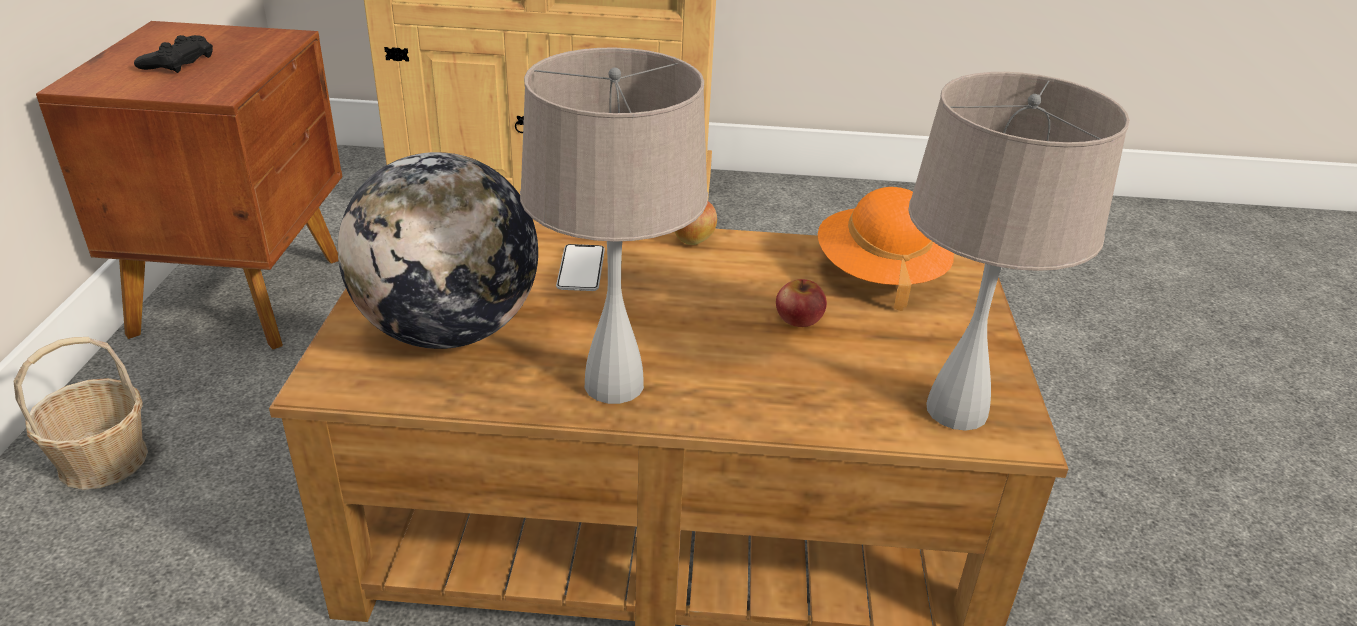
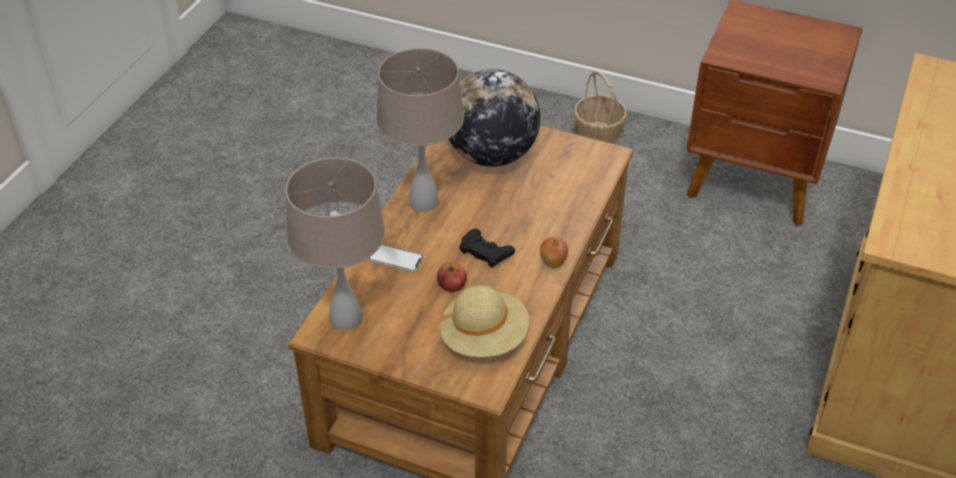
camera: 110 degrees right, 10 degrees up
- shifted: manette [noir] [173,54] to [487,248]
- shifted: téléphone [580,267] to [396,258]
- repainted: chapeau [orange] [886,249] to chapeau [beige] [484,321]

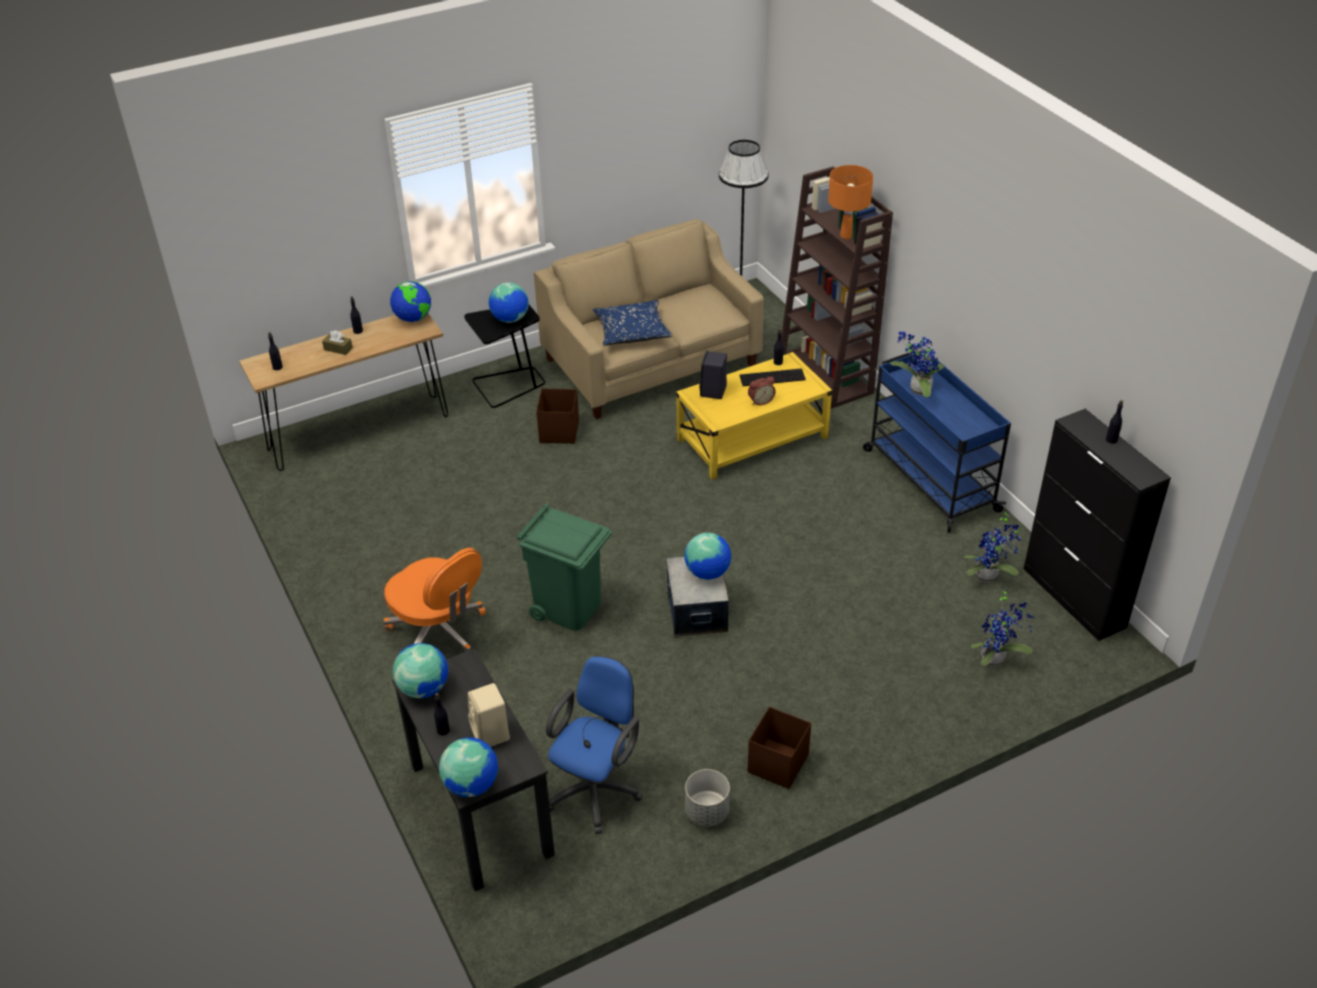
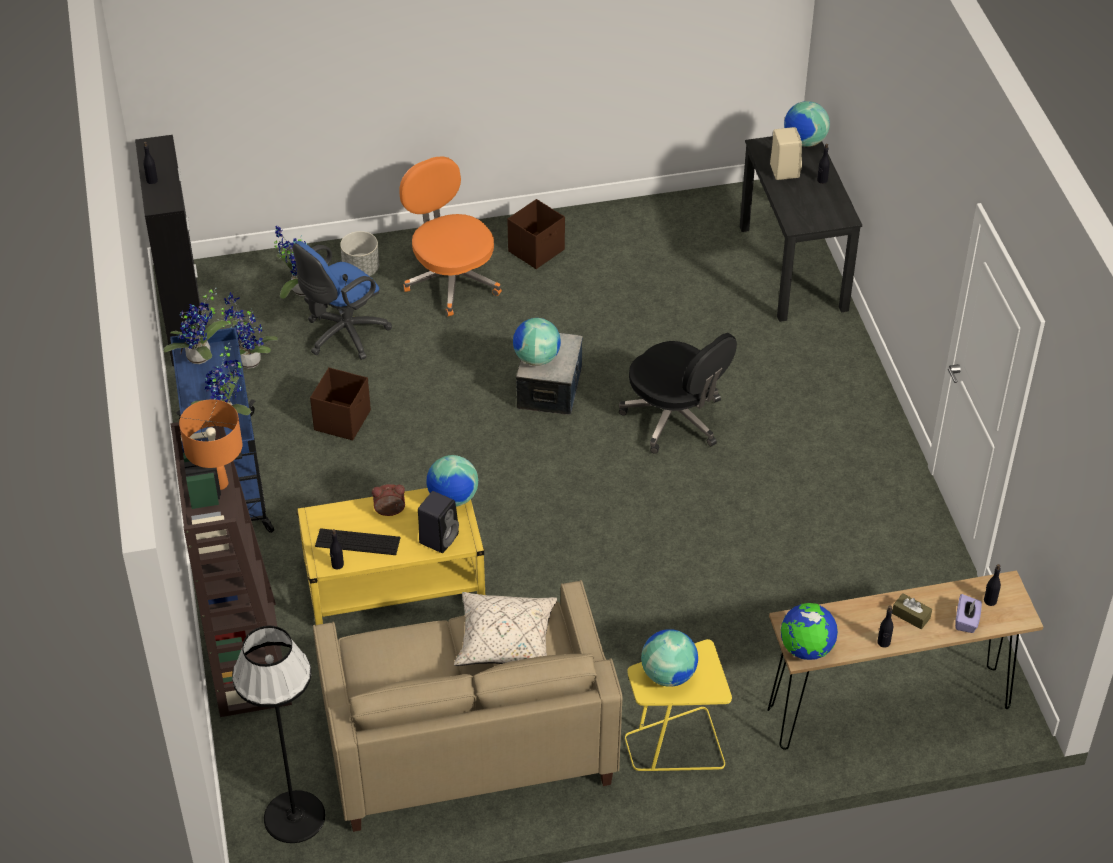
camera: 165 degrees left, 5 degrees up
- shifted: chaise de bureau [orange] [434,599] to [450,236]
- shifted: globe [420,670] to [452,481]
- repainted: table d'appoint [noir] [504,356] to table d'appoint [jaune] [678,705]
- swapped: poubelle [vert] [564,567] to chaise de bureau [noir] [678,393]
- shifted: boîte de rangement [marron] [557,416] to [340,403]
- shifted: chaise de bureau [bleu] [594,745] to [342,300]
- repainted: coussin [bleu] [633,323] to coussin [beige] [505,629]
- shifted: cache-pot [gris] [707,798] to [359,253]
- new: plante en pot [196,326]
- new: boîte à mouchoirs [violet] [968,613]

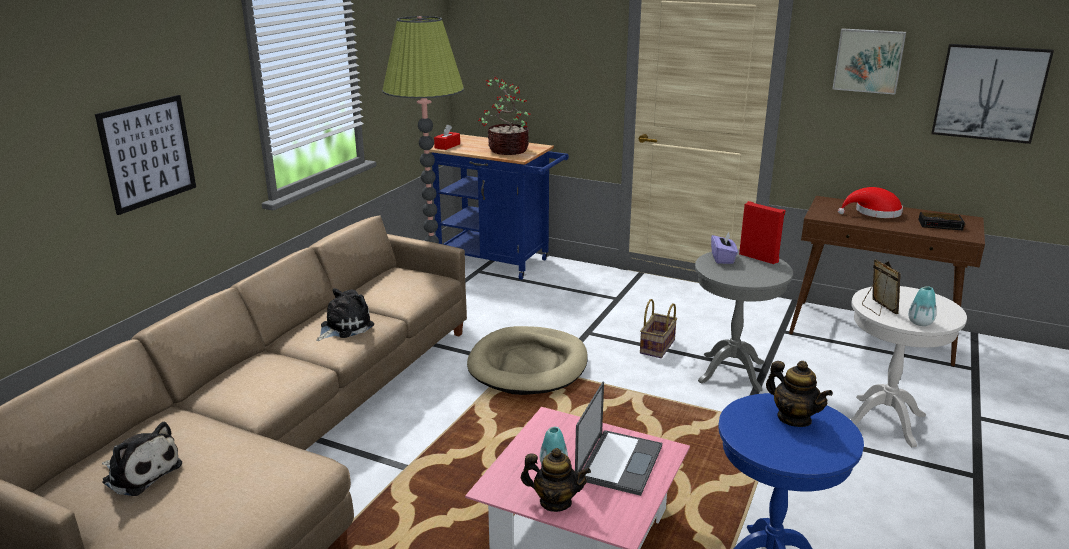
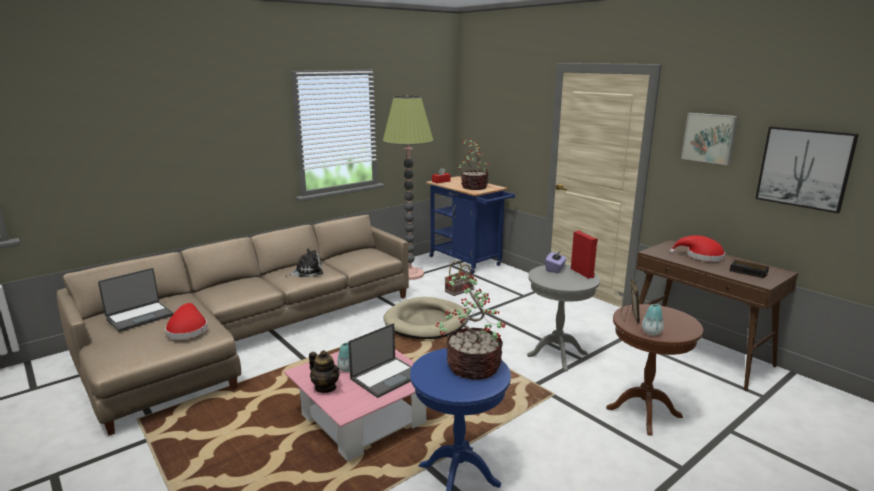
camera: 25 degrees right, 5 degrees down
- gone: tableau [145,155]
- swapped: peluche [142,459] to ordinateur portable [135,300]
- shifted: panier [658,328] to [459,278]
- swapped: théière [799,394] to plante en pot [470,326]
- repainted: table d'appoint [blanc] [908,366] to table d'appoint [marron] [654,370]
- new: chapeau [rouge] [186,321]

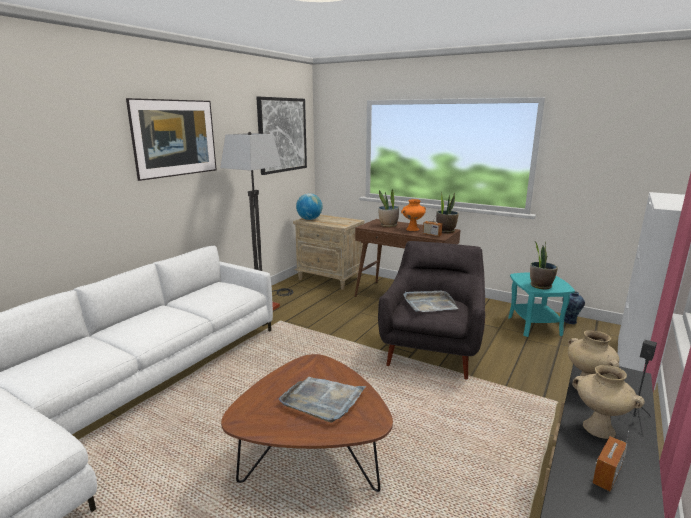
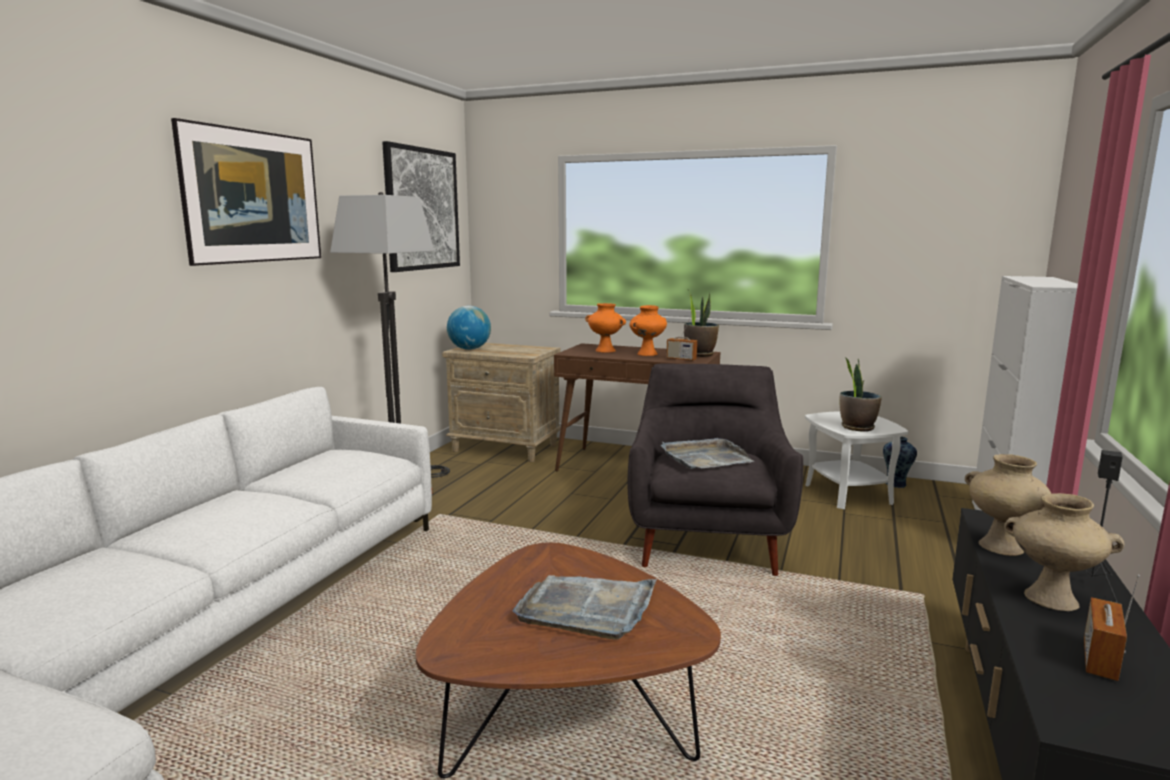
camera: 10 degrees left, 5 degrees down
- swapped: plante en pot [388,208] to vase [orange] [605,328]
- repainted: table d'appoint [turquoise] [541,304] to table d'appoint [blanc] [856,460]

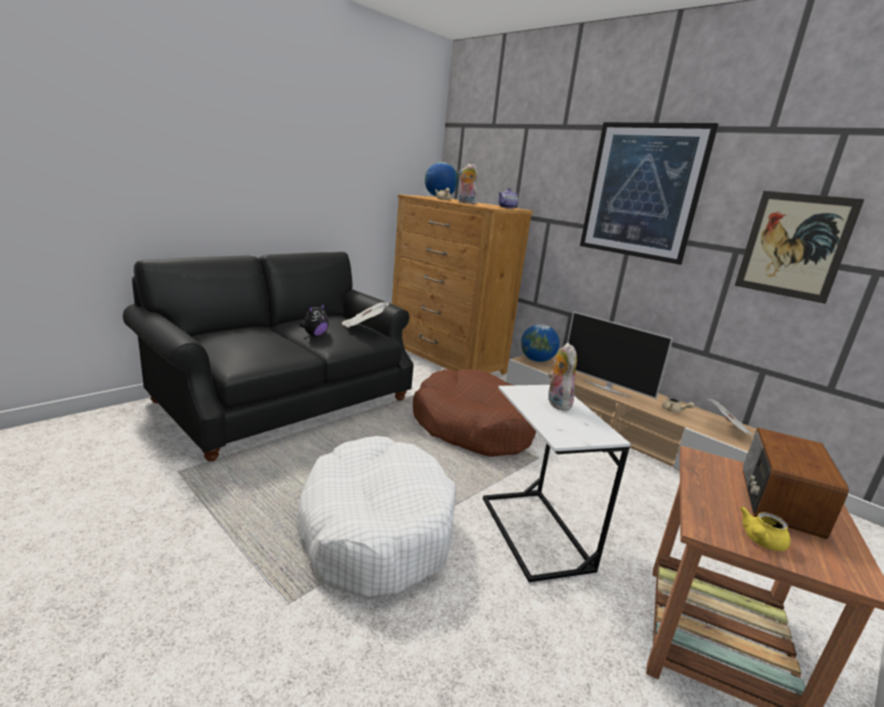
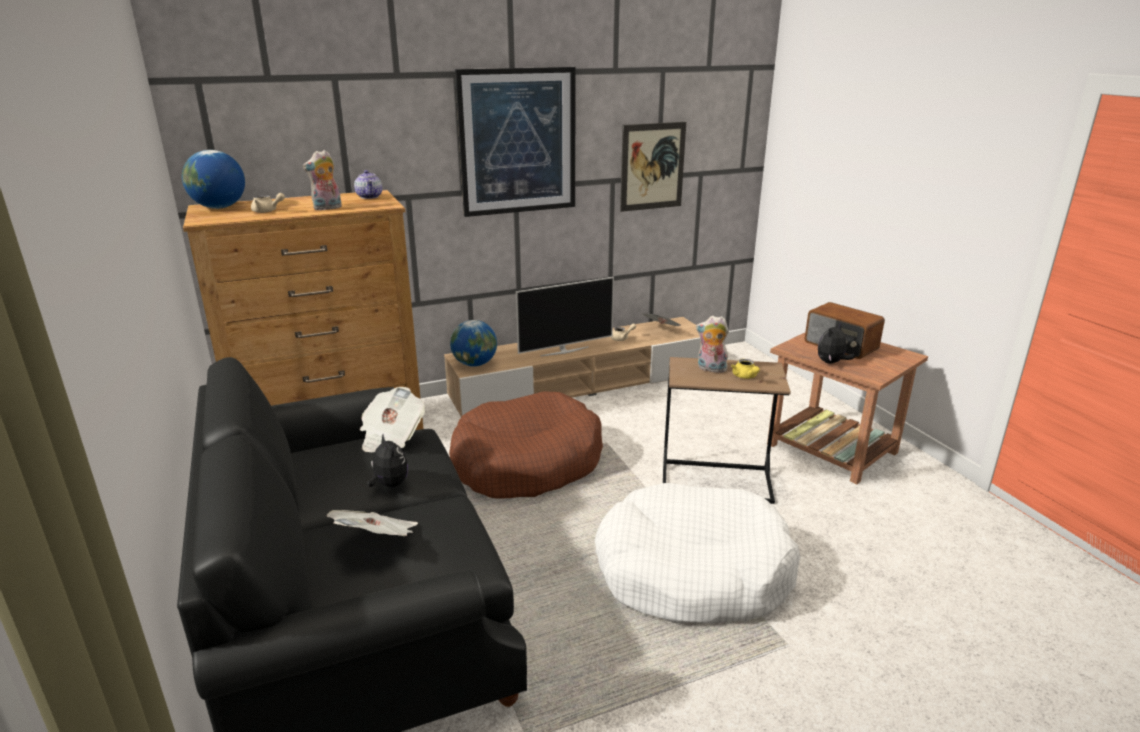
camera: 65 degrees left, 5 degrees up
- repainted: table d'appoint [blanc] [557,483] to table d'appoint [marron] [727,430]
- shifted: théière [jaune] [765,529] to [745,369]
- new: journal [372,523]
- new: peluche [836,343]

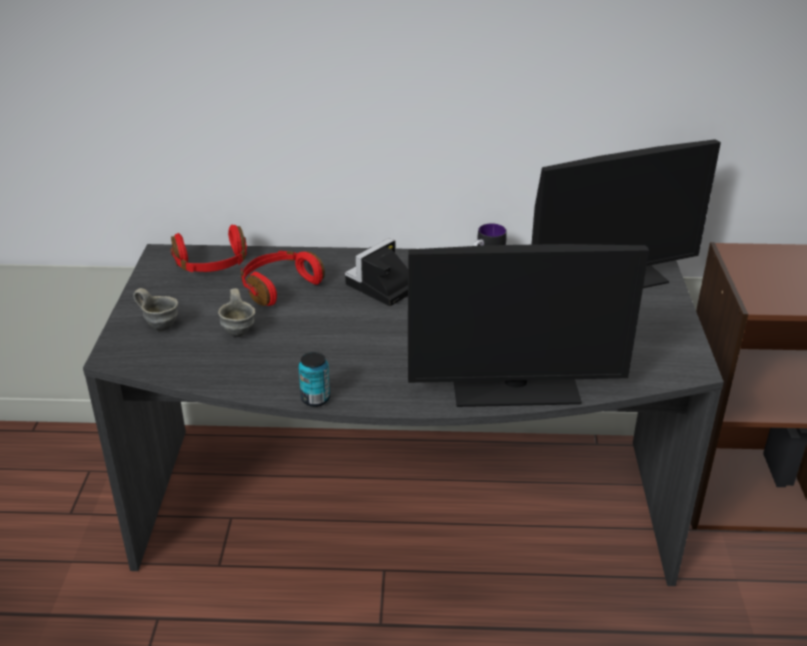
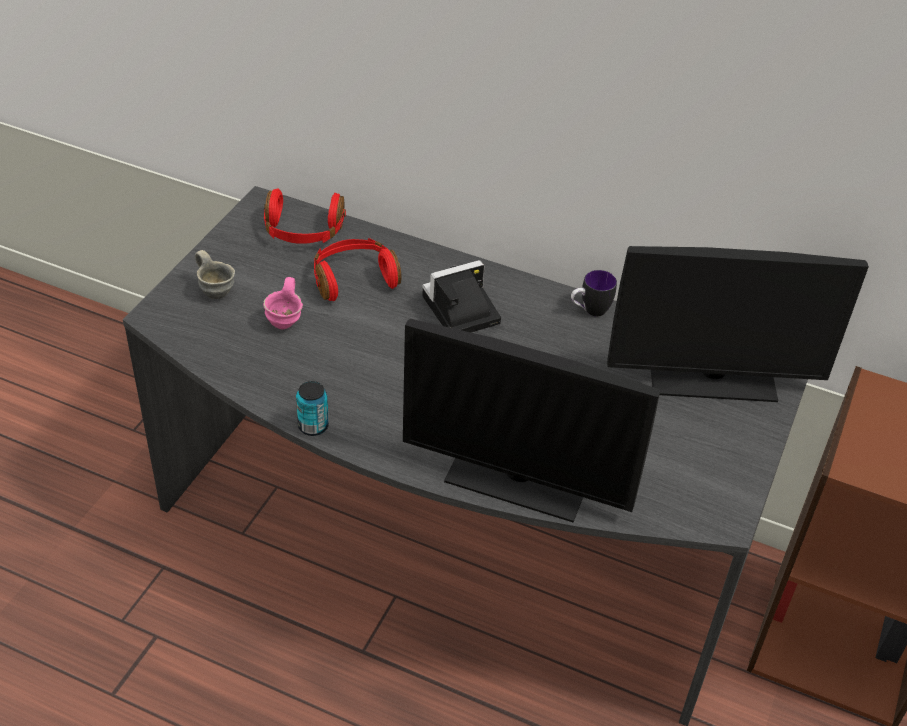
camera: 20 degrees right, 10 degrees up
- repainted: mug [gris] [236,312] to mug [rose] [283,303]

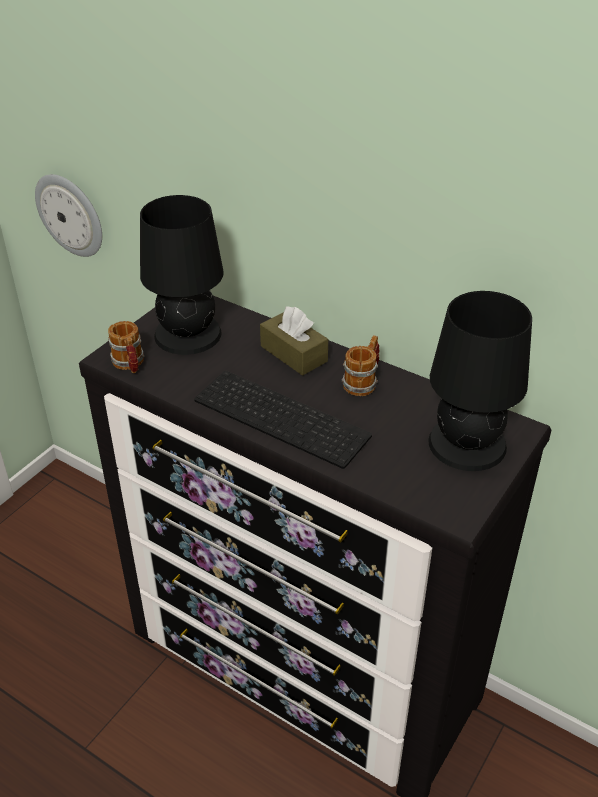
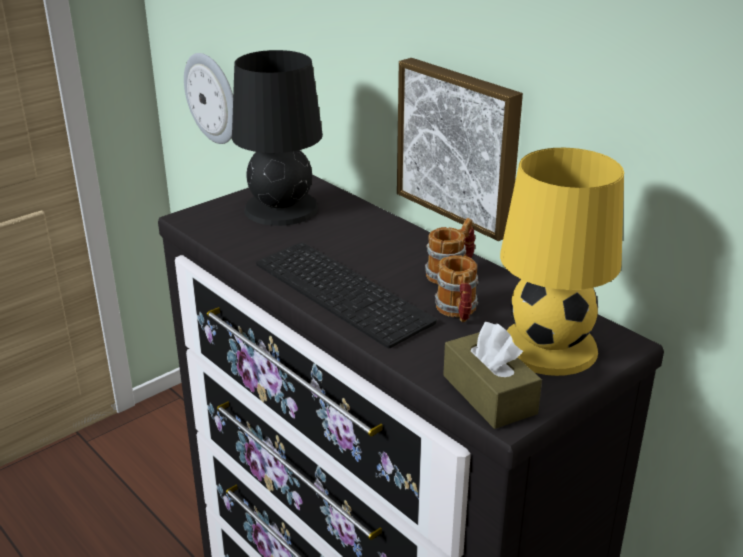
camera: 15 degrees right, 10 degrees down
- shifted: mug [126,347] to [457,288]
- shifted: boîte à mouchoirs [marron] [294,341] to [492,375]
- repainted: lampe de table [noir] [480,381] to lampe de table [jaune] [562,262]
- new: tableau [460,149]

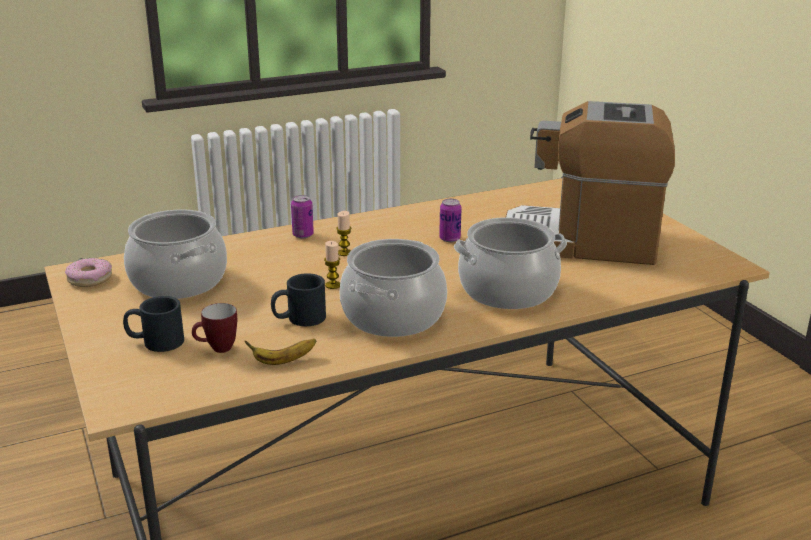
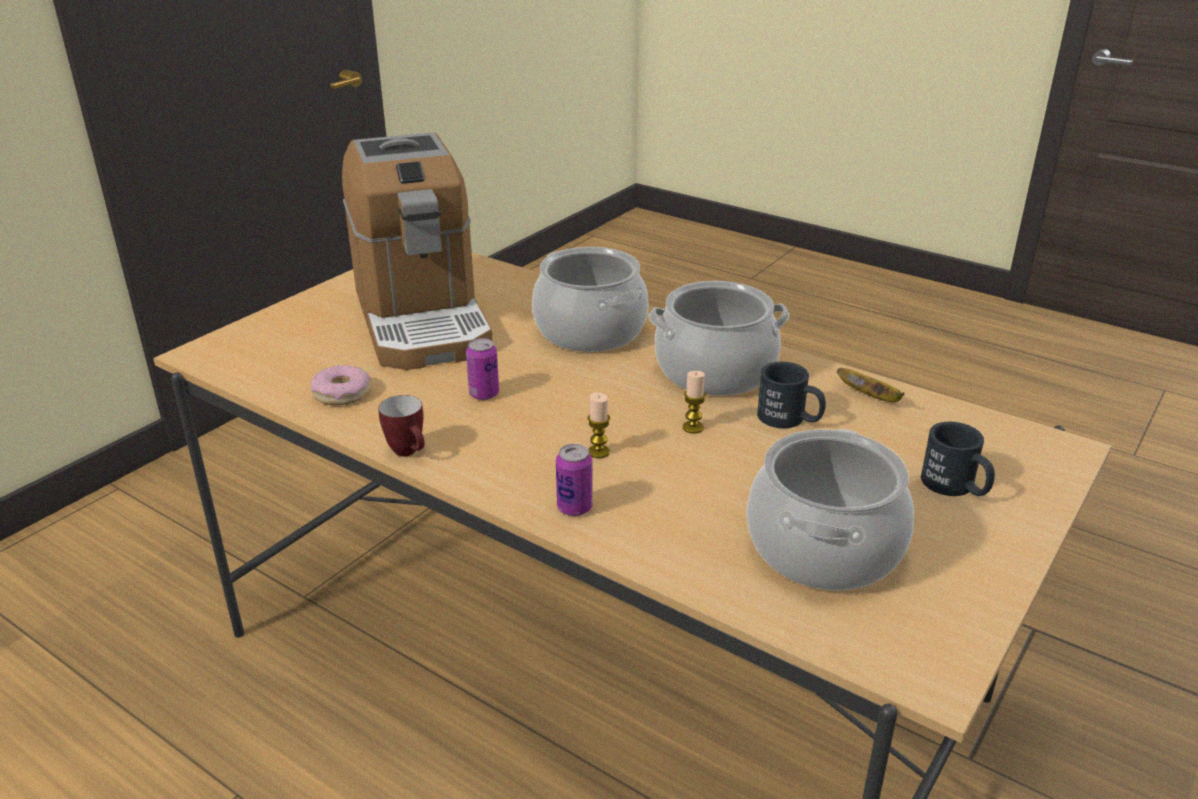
camera: 120 degrees left, 5 degrees up
- shifted: beignet [88,272] to [340,385]
- shifted: mug [214,328] to [401,426]

